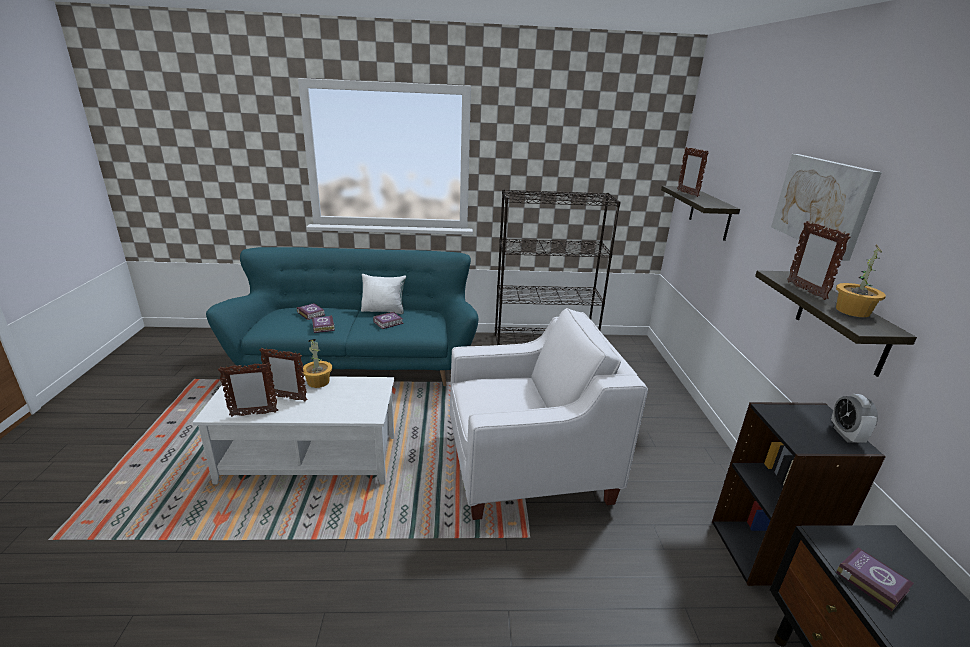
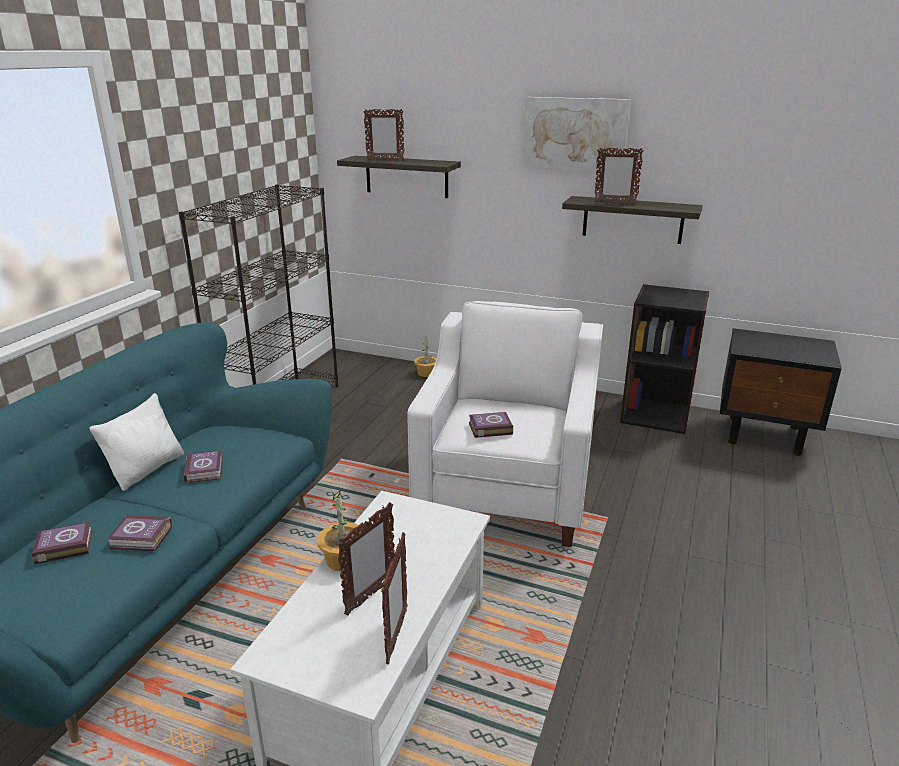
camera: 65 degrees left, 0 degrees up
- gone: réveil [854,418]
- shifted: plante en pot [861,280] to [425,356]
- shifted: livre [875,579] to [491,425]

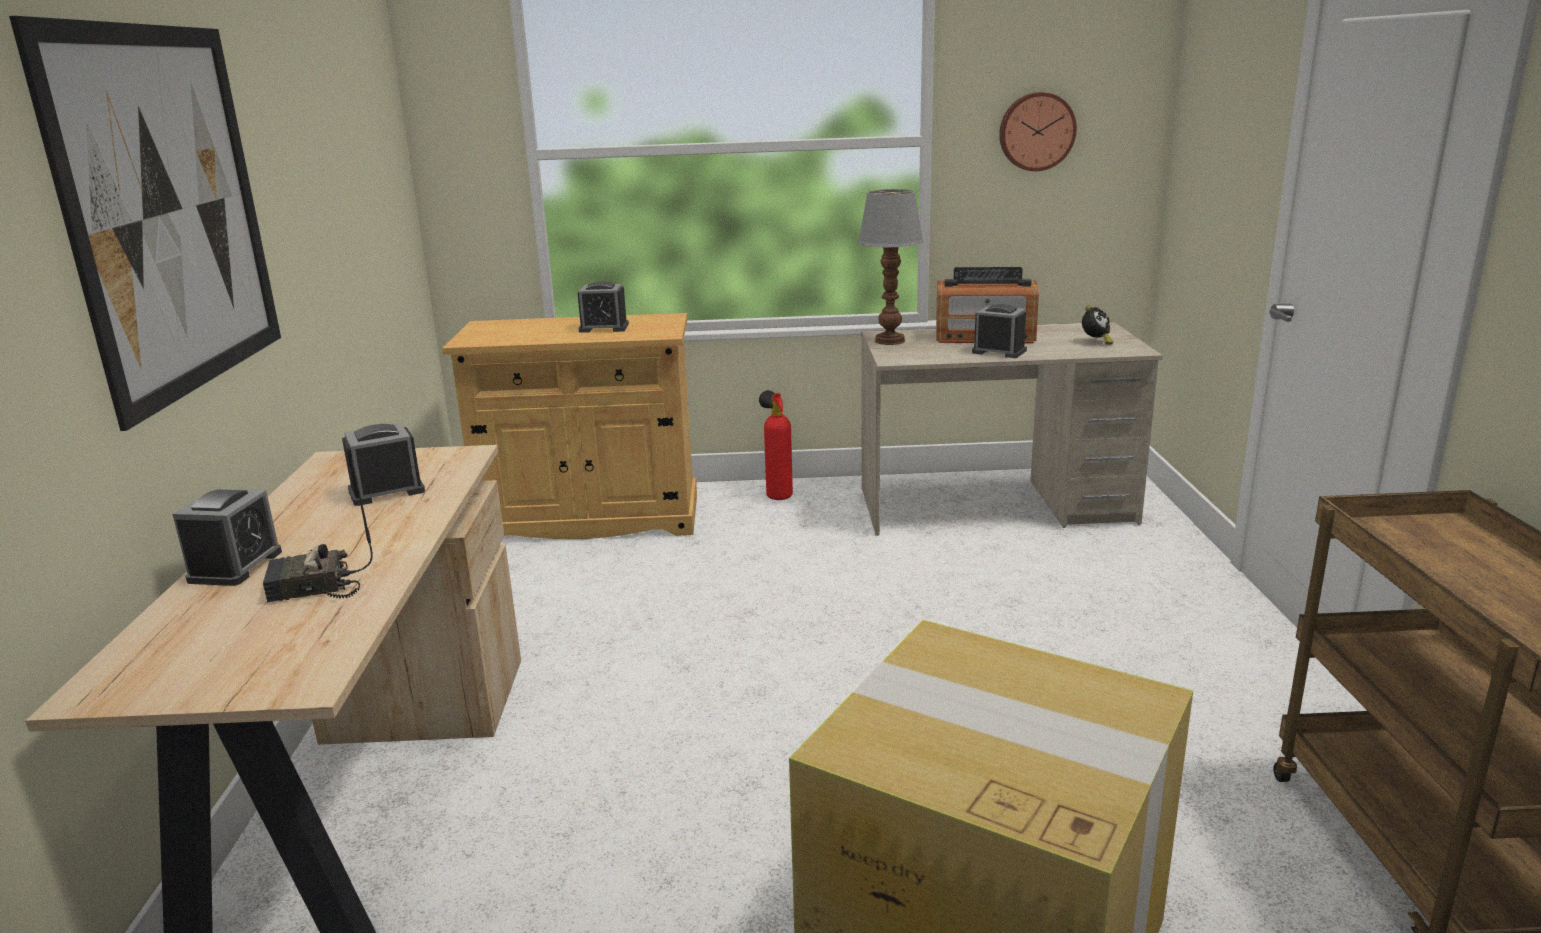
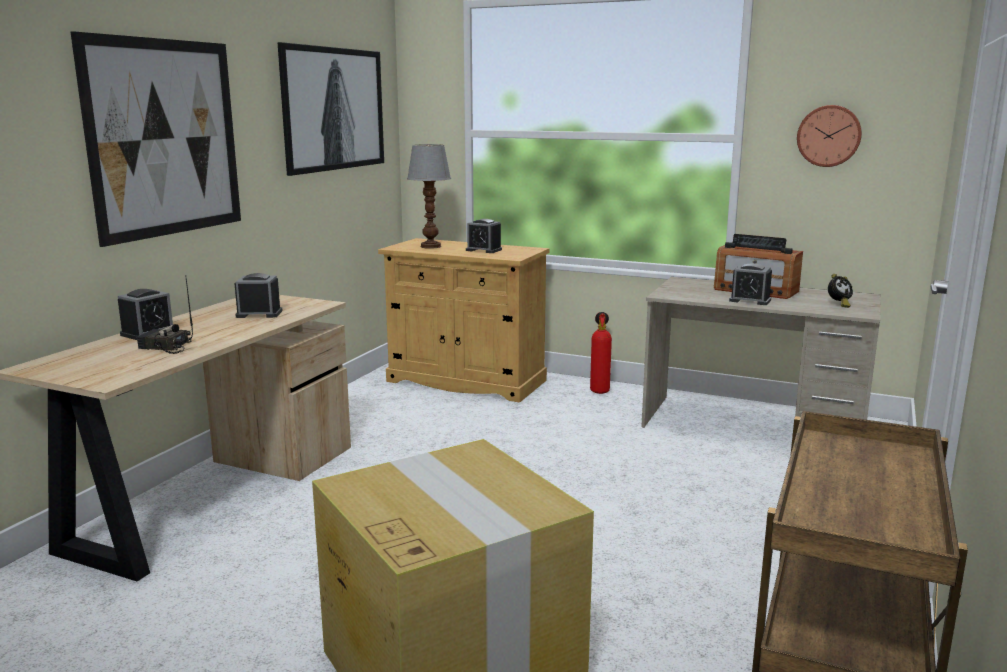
camera: 25 degrees right, 5 degrees down
- shifted: lampe de table [891,267] to [429,196]
- rotated: réveil [999,331] = [750,284] 150 degrees clockwise
- new: tableau [330,109]

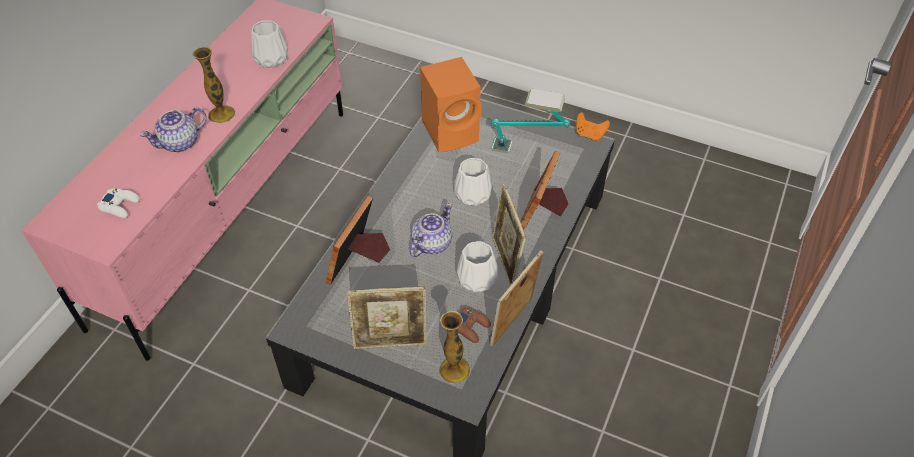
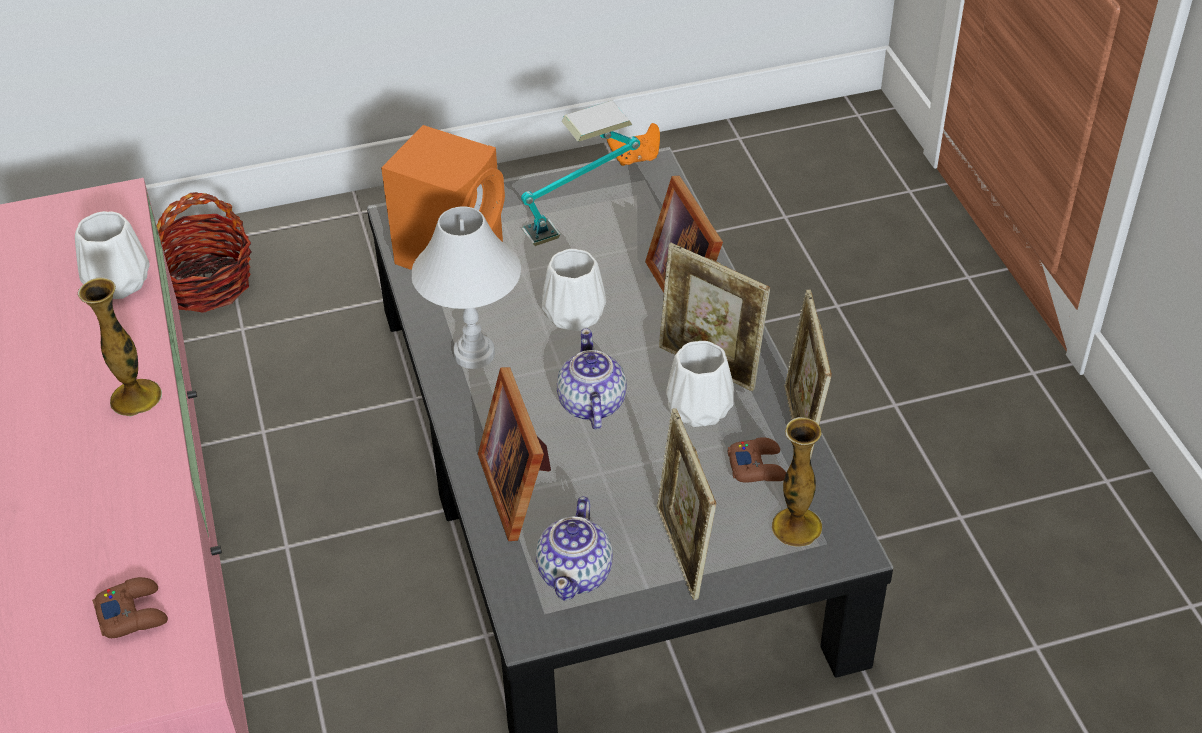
camera: 40 degrees left, 5 degrees down
- repainted: manette [blanc] [118,203] to manette [marron] [130,607]
- shifted: théière [173,130] to [574,548]
- rotated: cadre photo [387,317] = [686,504] 120 degrees clockwise
- new: panier [204,252]
- new: lampe de table [blanc] [466,287]

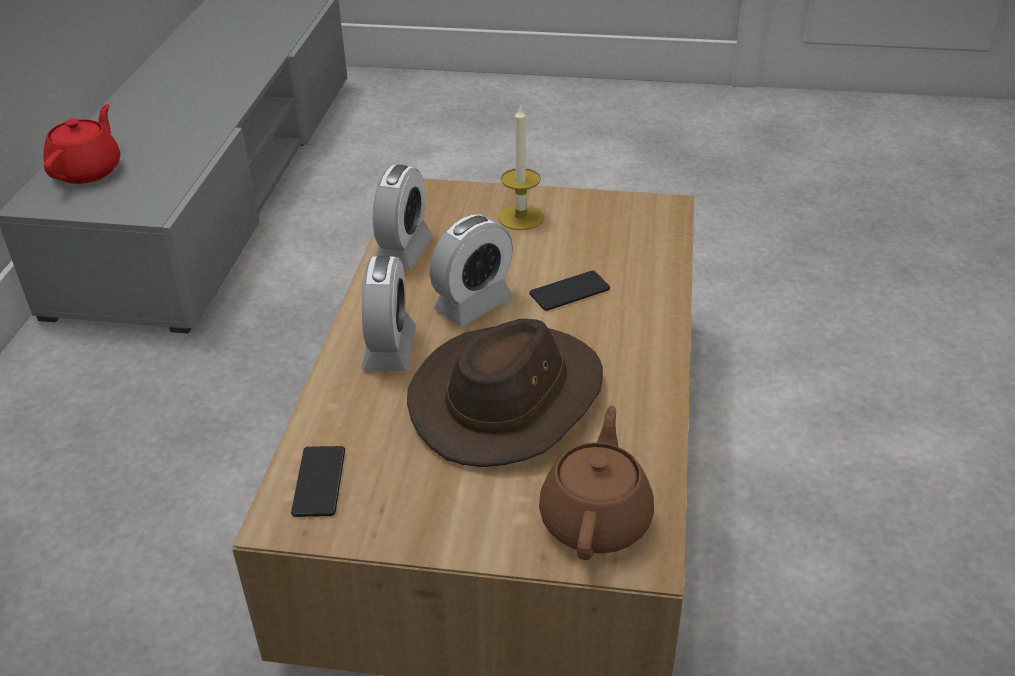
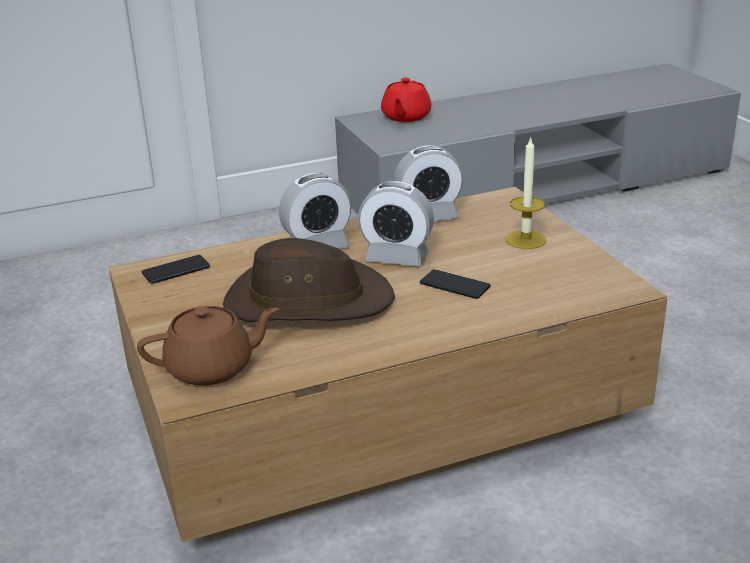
camera: 60 degrees right, 10 degrees down
- rotated: théière [rouge] [81,144] = [406,100] 120 degrees clockwise

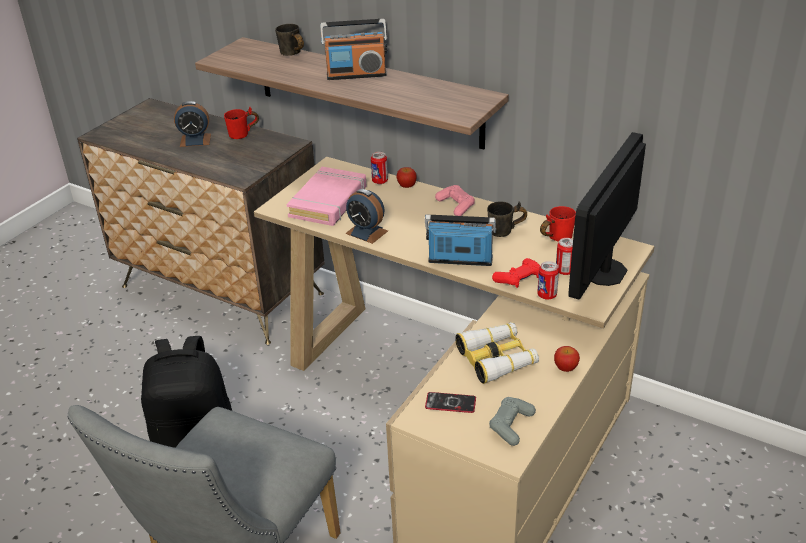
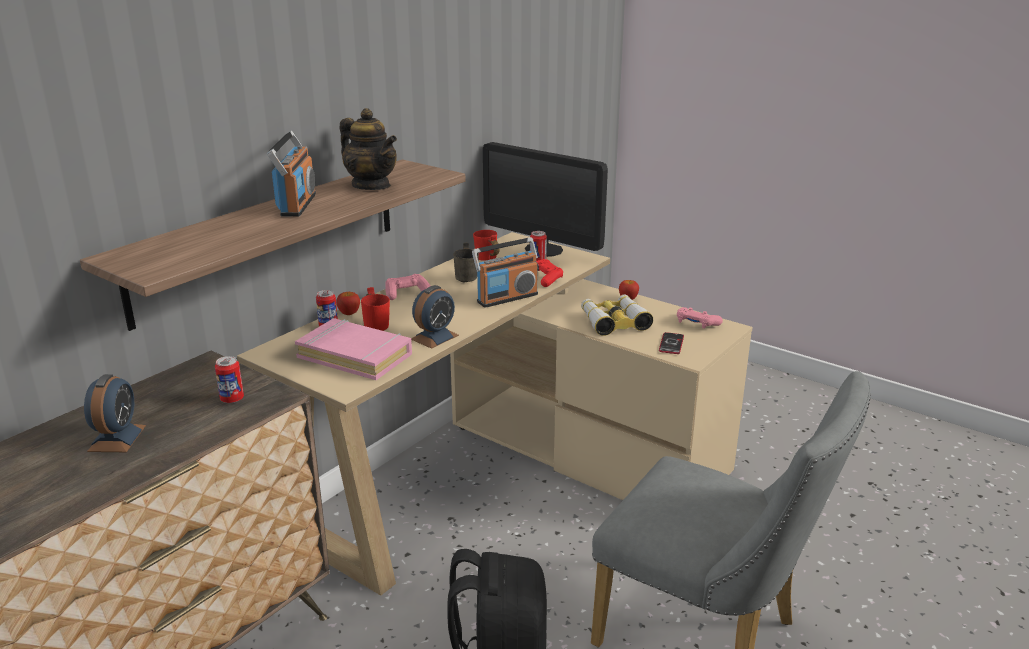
camera: 85 degrees left, 10 degrees down
- shifted: mug [rouge] [241,123] to [375,309]
- gone: mug [gris] [289,40]
- rotated: radio [460,240] = [505,272] 135 degrees counterclockwise
- repainted: manette [gris] [512,421] to manette [rose] [700,318]
- shifted: boîte métallique [548,280] to [229,379]
- new: théière [368,149]

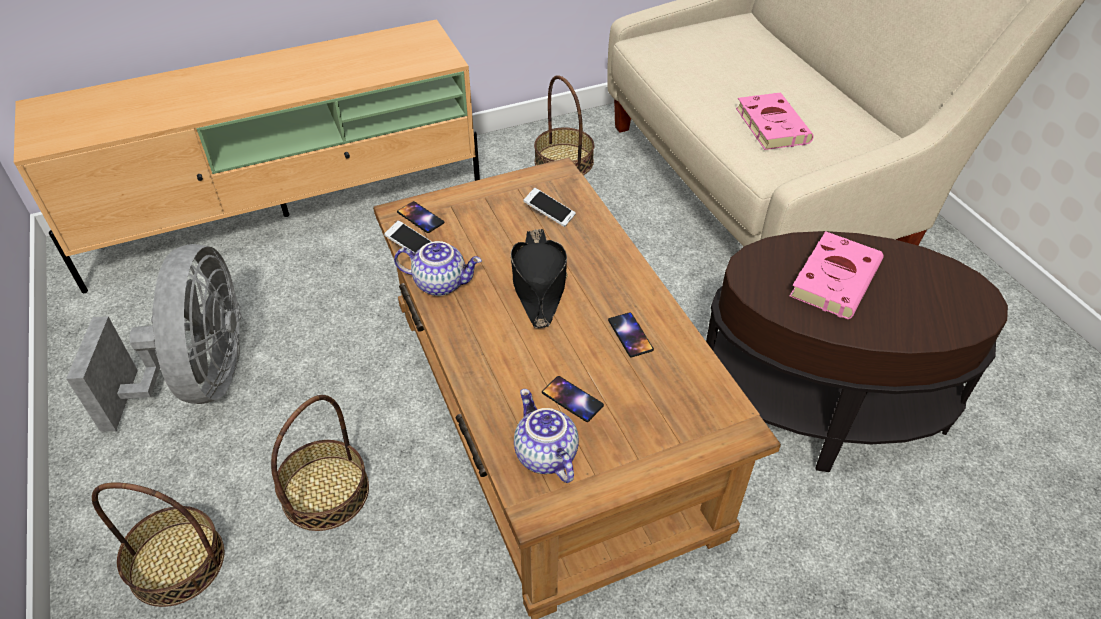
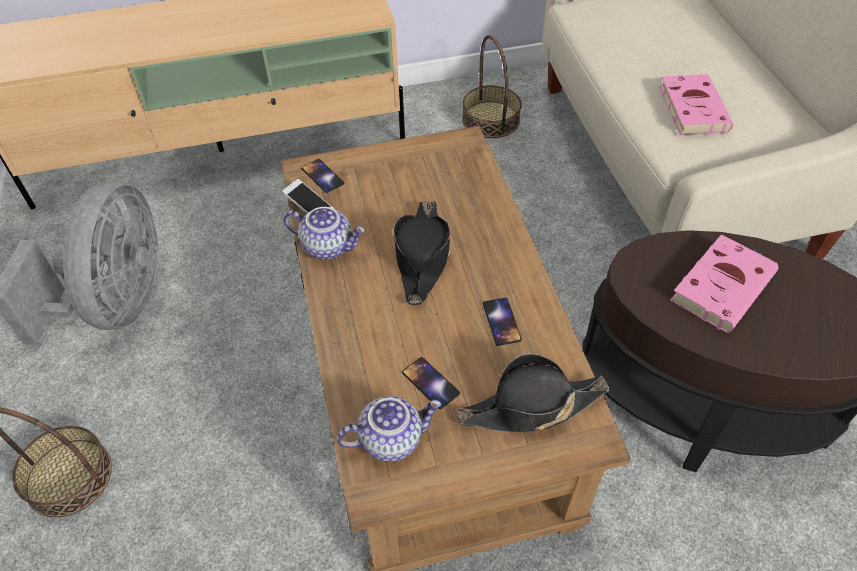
camera: 10 degrees right, 5 degrees up
- gone: panier [320,463]
- rotated: théière [546,436] = [389,429] 90 degrees clockwise
- gone: téléphone [549,207]
- new: chapeau [noir] [532,392]

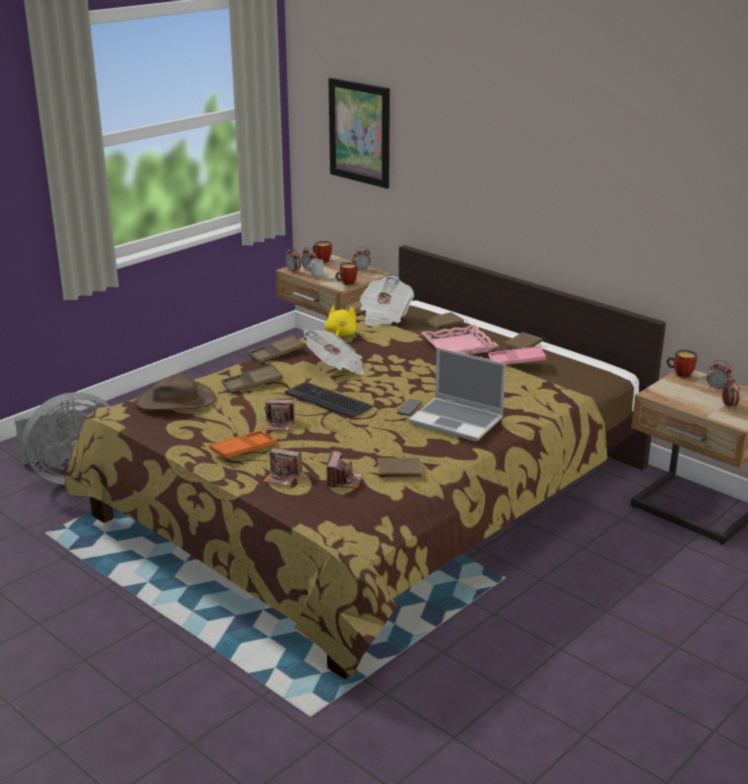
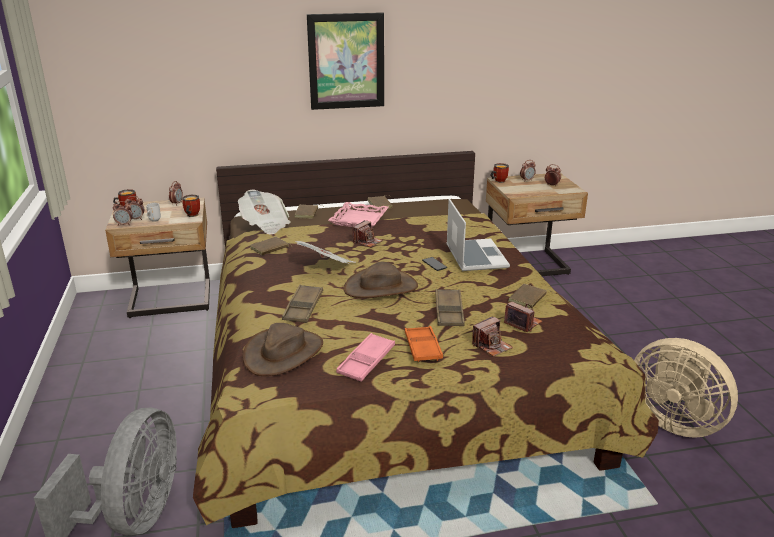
camera: 55 degrees left, 0 degrees up
- shifted: plateau [marron] [276,349] to [450,307]
- shifted: appareil photo [280,415] to [367,233]
- swapped: clavier [328,400] to chapeau [marron] [381,279]
- swapped: peluche [jaune] [340,321] to livre [marron] [271,246]
- shifted: tableau [359,133] to [345,61]
- rotated: ordinateur portable [457,394] = [478,235] 75 degrees counterclockwise
- shifted: plateau [rose] [517,355] to [365,357]
- new: ventilateur [beige] [686,388]

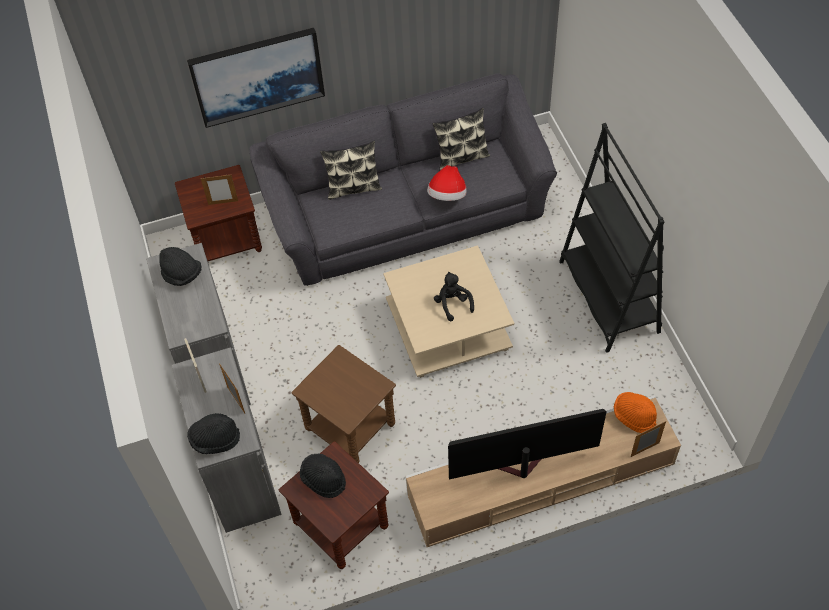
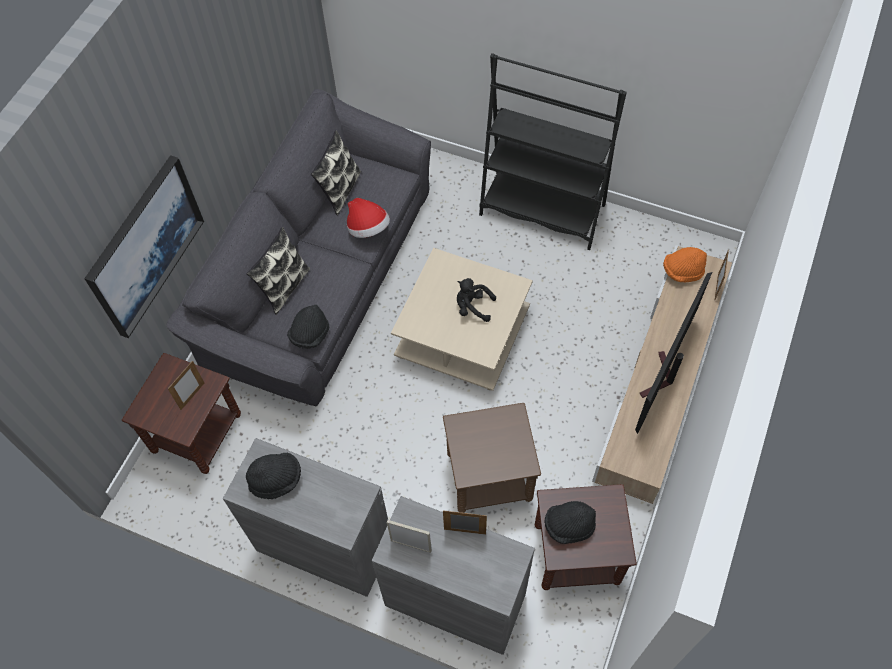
camera: 50 degrees left, 5 degrees up
- shifted: chapeau [noir] [213,433] to [308,327]

